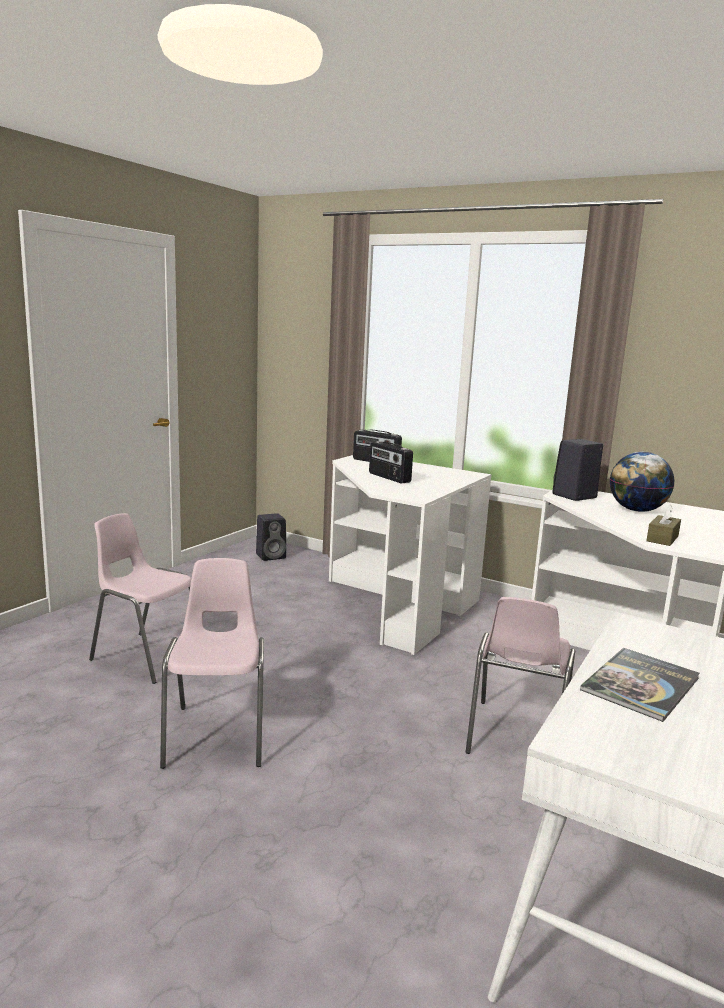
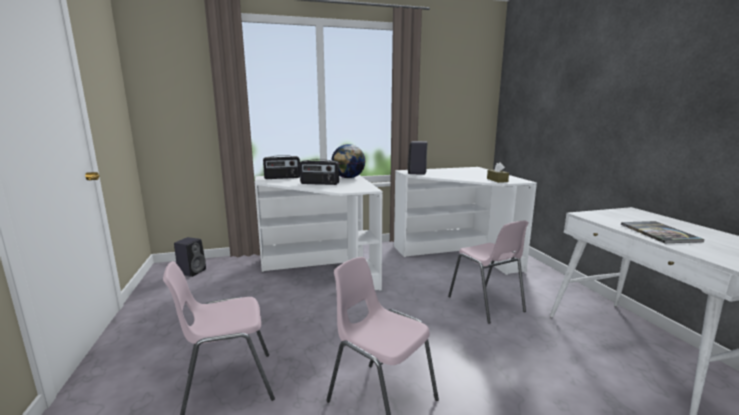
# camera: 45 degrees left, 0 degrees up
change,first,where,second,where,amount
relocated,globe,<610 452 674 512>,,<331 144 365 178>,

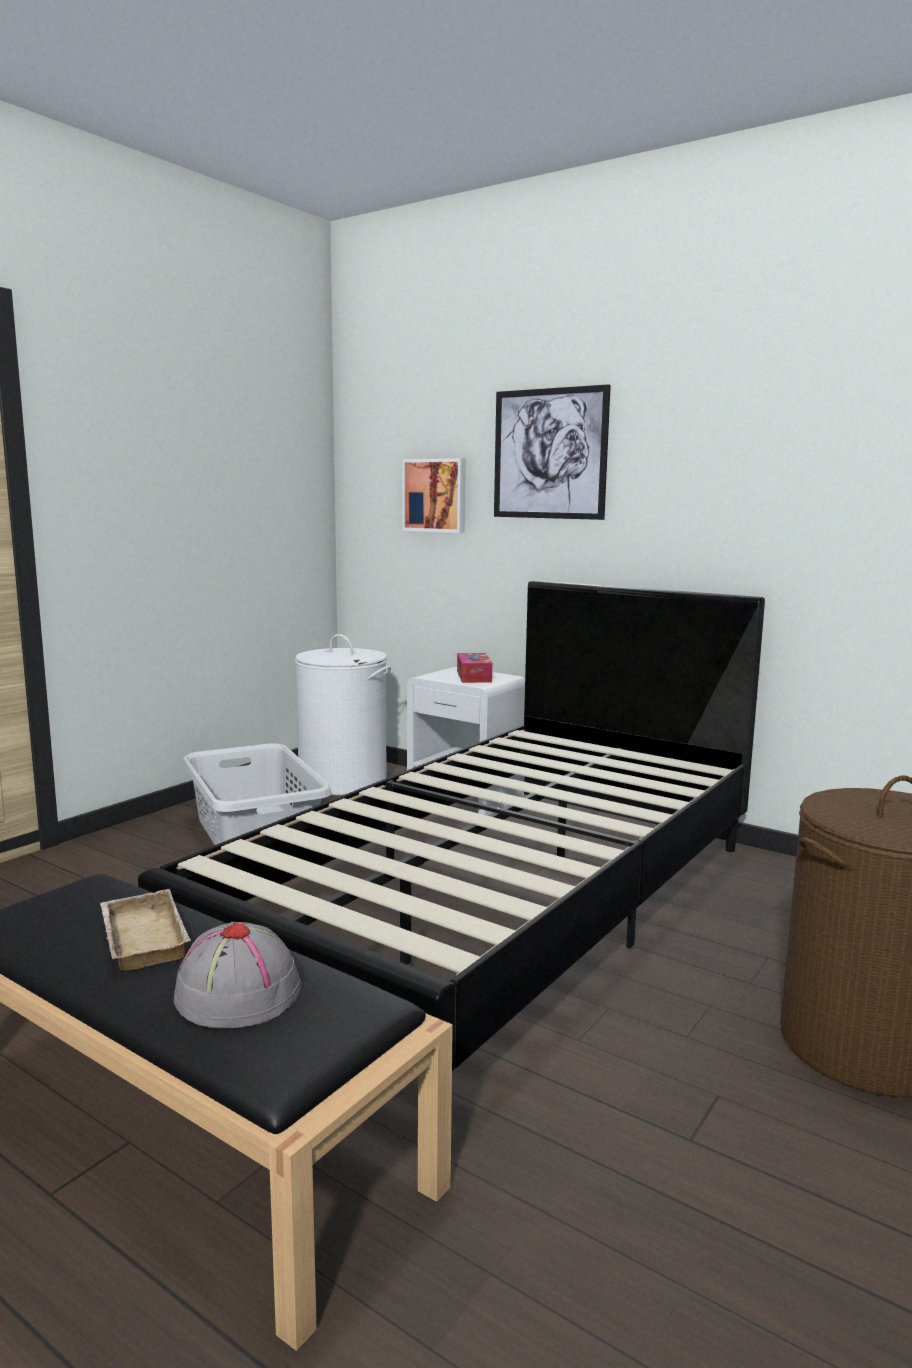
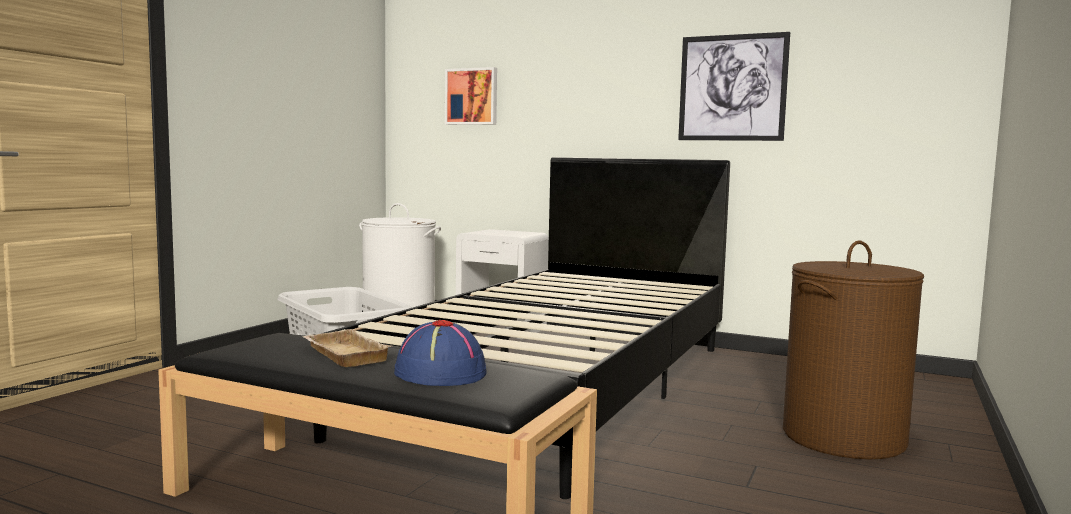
# camera: 10 degrees left, 5 degrees down
change,first,where,second,where,amount
missing,boîte à mouchoirs,<457 653 492 683>,,,
relocated,tableau,<494 384 611 520>,,<678 32 790 141>,
colour,chapeau [gris],<174 922 302 1028>,chapeau [bleu],<394 320 487 386>,

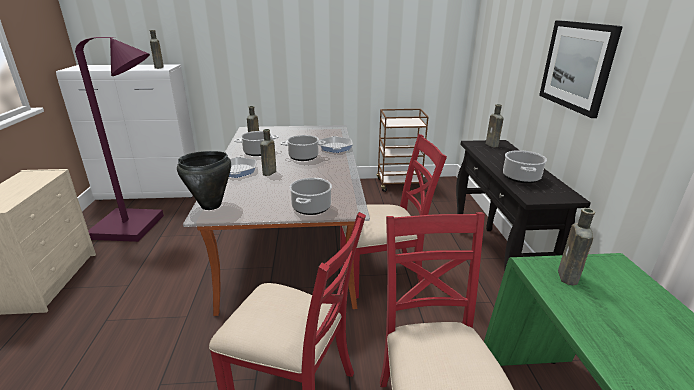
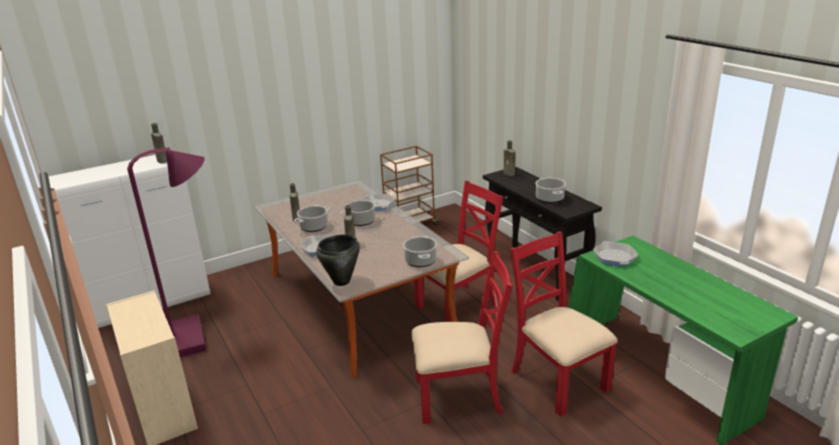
# camera: 25 degrees left, 0 degrees up
change,first,where,second,where,amount
missing,tableau,<539 20 623 118>,,,
exchanged,bouteille [marron],<558 208 595 286>,poêle,<593 241 638 267>,

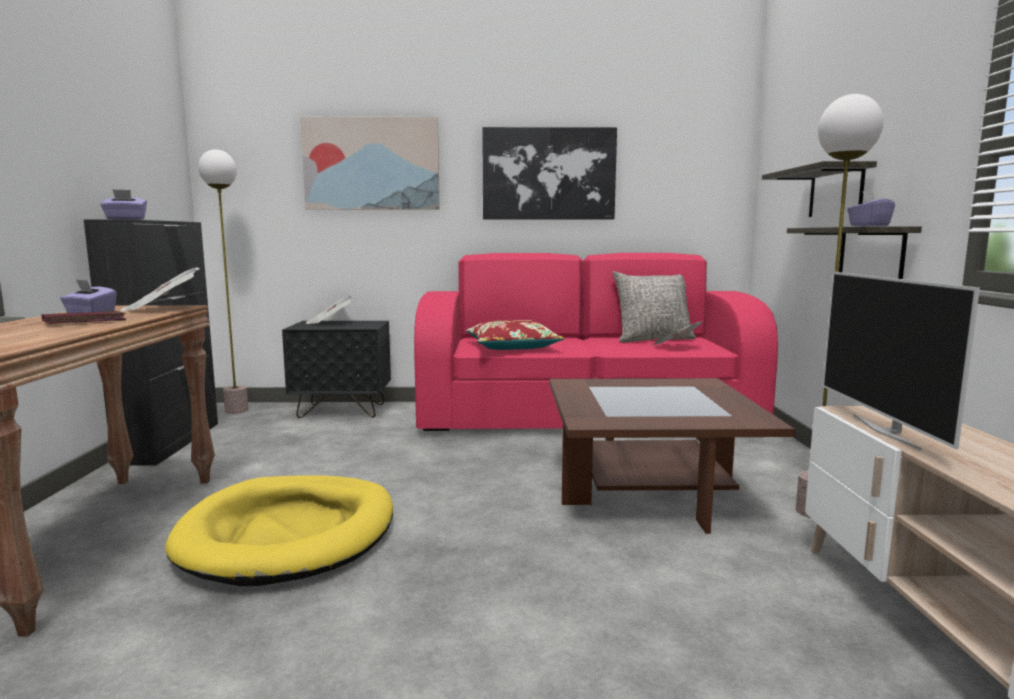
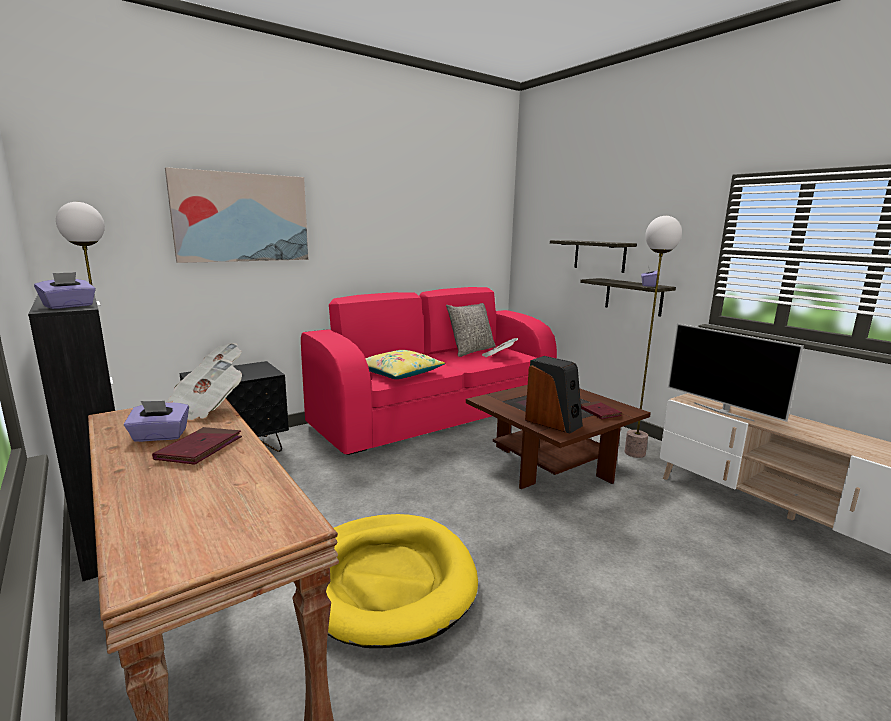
# camera: 35 degrees left, 5 degrees up
change,first,where,second,where,amount
missing,tableau,<482 127 617 219>,,,
appeared,,,enceinte,<525 356 583 434>,
appeared,,,livre [rouge],<581 401 622 419>,
colour,coussin [rouge],<465 320 564 350>,coussin [jaune],<365 350 445 379>,

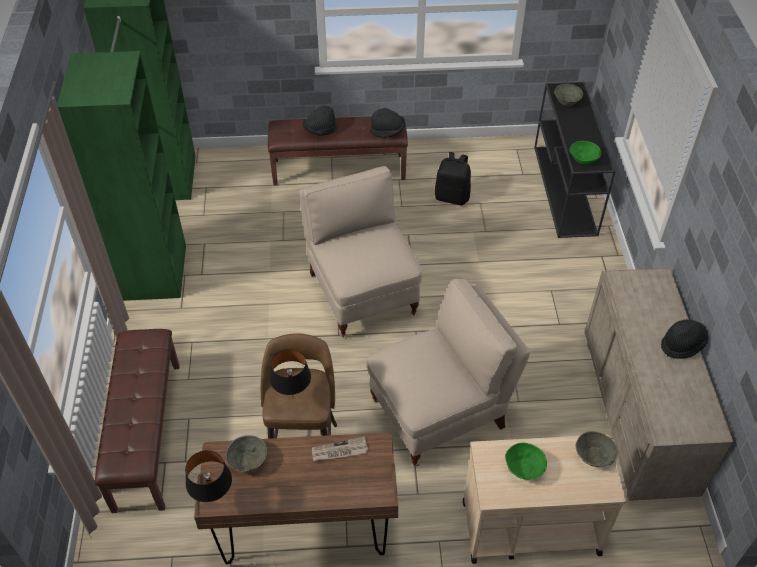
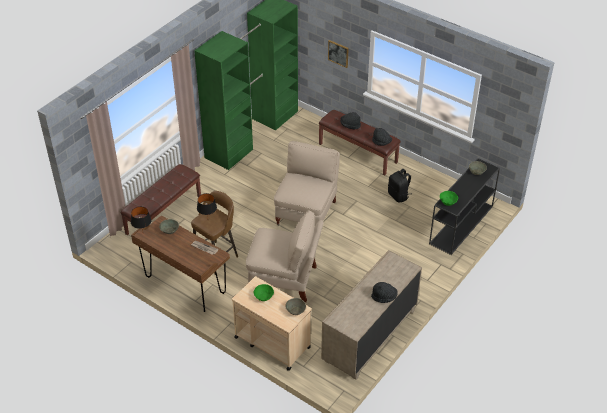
# camera: 40 degrees right, 5 degrees down
change,first,where,second,where,amount
appeared,,,tableau,<328 40 349 68>,

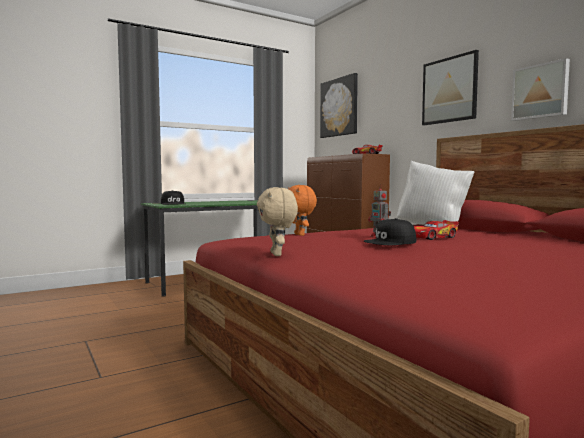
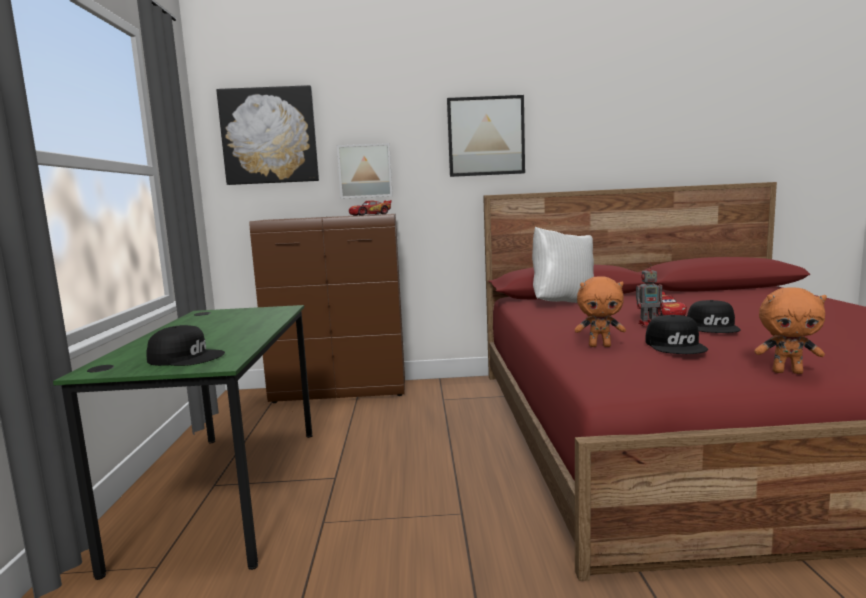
# camera: 60 degrees left, 5 degrees up
change,first,where,second,where,amount
appeared,,,casquette [noir],<645 315 708 354>,
relocated,tableau,<511 58 570 121>,,<337 143 393 199>,
colour,peluche [beige],<257 187 298 256>,peluche [orange],<754 287 827 374>,

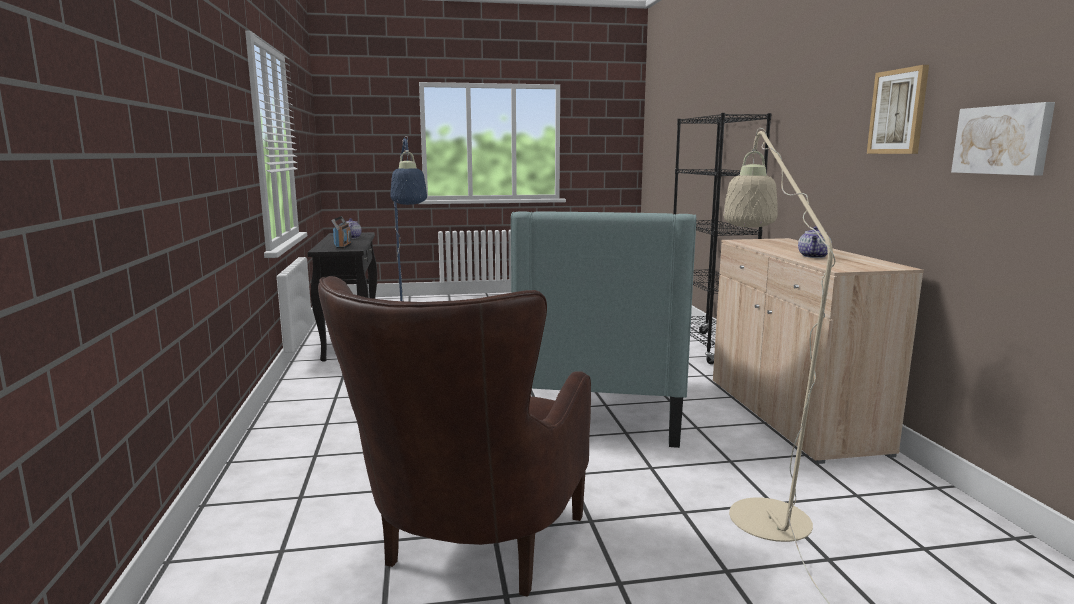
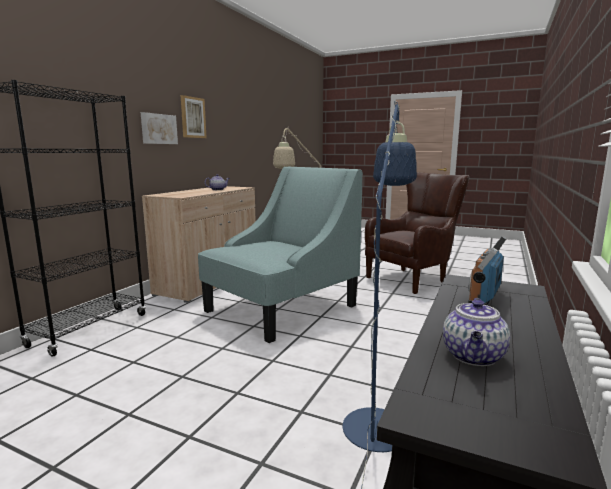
# camera: 145 degrees left, 0 degrees up
change,first,where,second,where,amount
relocated,tableau,<951 102 1055 176>,,<141 112 178 144>,

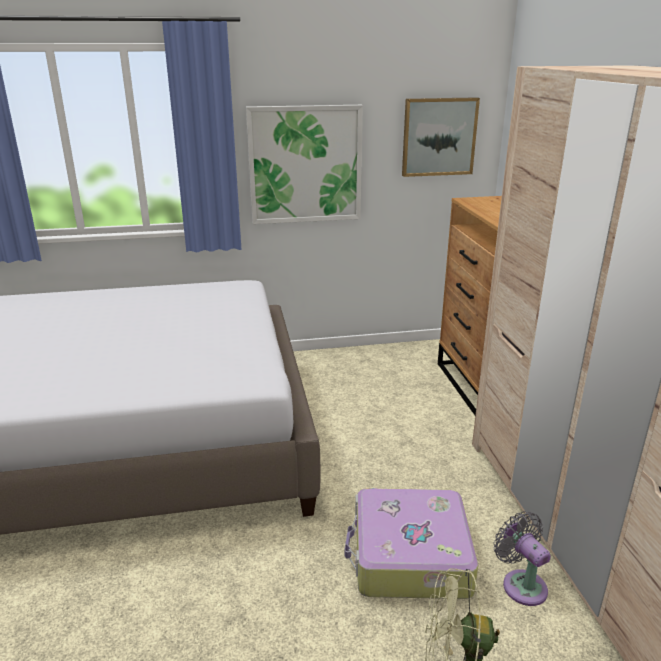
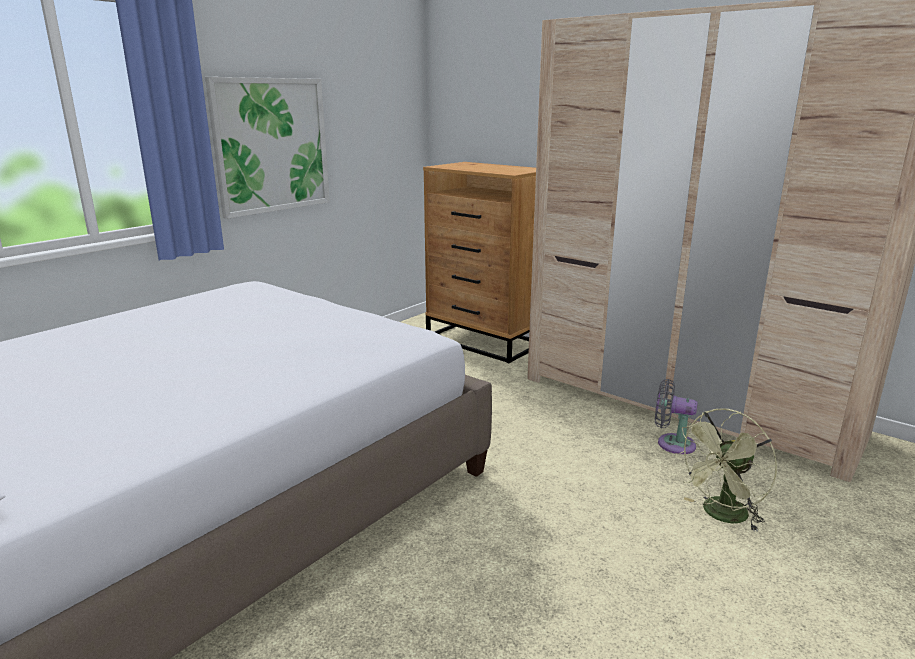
# camera: 40 degrees left, 5 degrees down
change,first,where,second,where,amount
missing,valise,<344 488 478 599>,,,
missing,tableau,<402 97 480 177>,,,

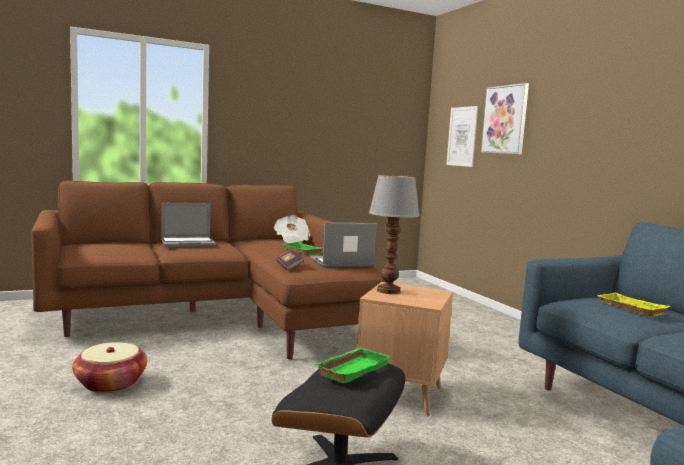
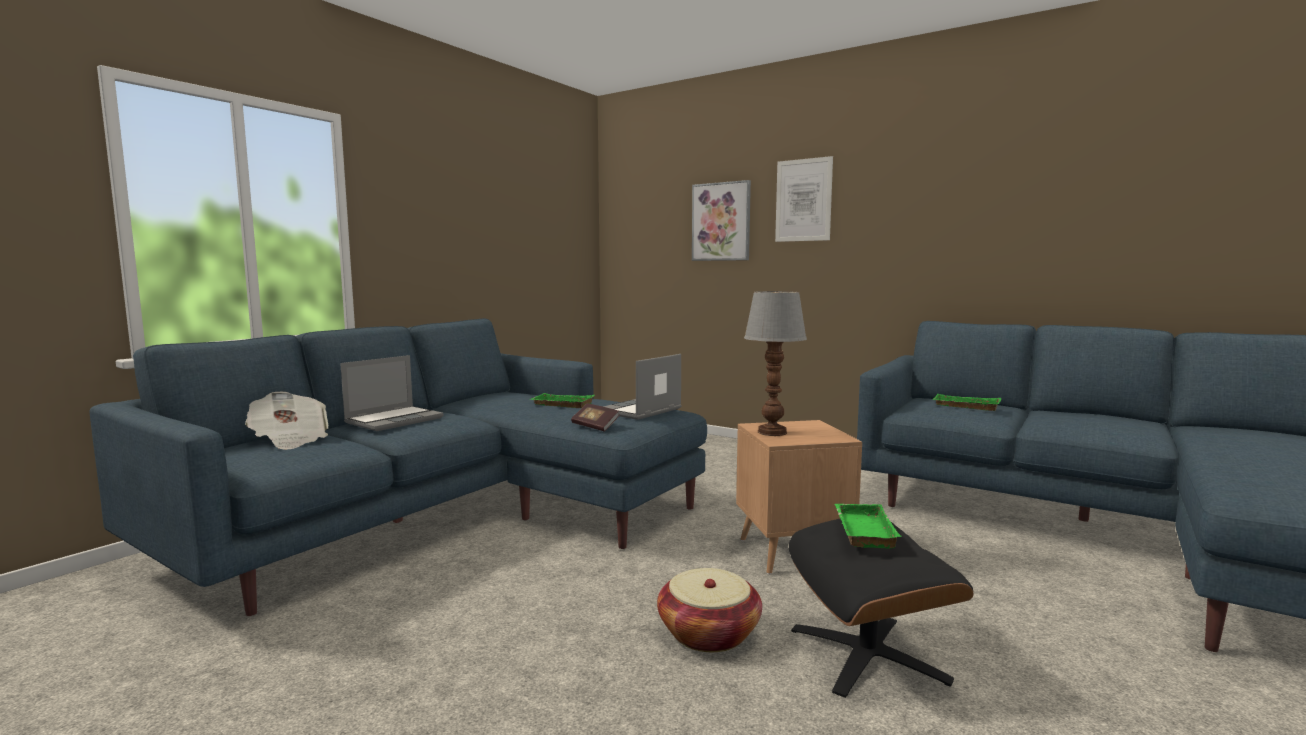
# camera: 30 degrees left, 0 degrees up
change,first,where,second,where,amount
relocated,panier,<72 342 147 393>,,<657 568 762 652>,
relocated,journal,<273 215 310 243>,,<245 392 328 450>,
relocated,tableau,<446 106 478 167>,,<775 156 833 242>,
colour,canapé [marron],<31 181 386 359>,canapé [bleu],<89 319 707 616>,
colour,plateau [jaune],<597 293 670 317>,plateau [vert],<932 394 1001 411>,

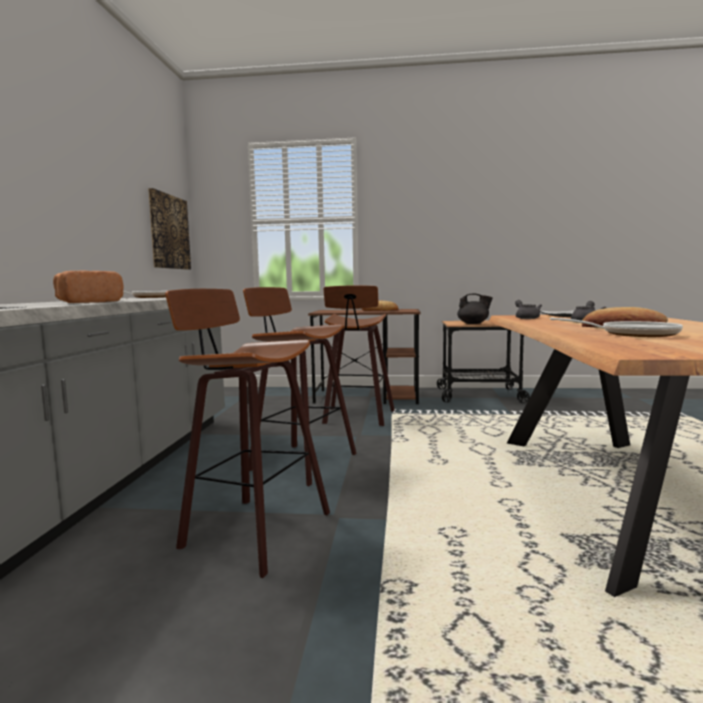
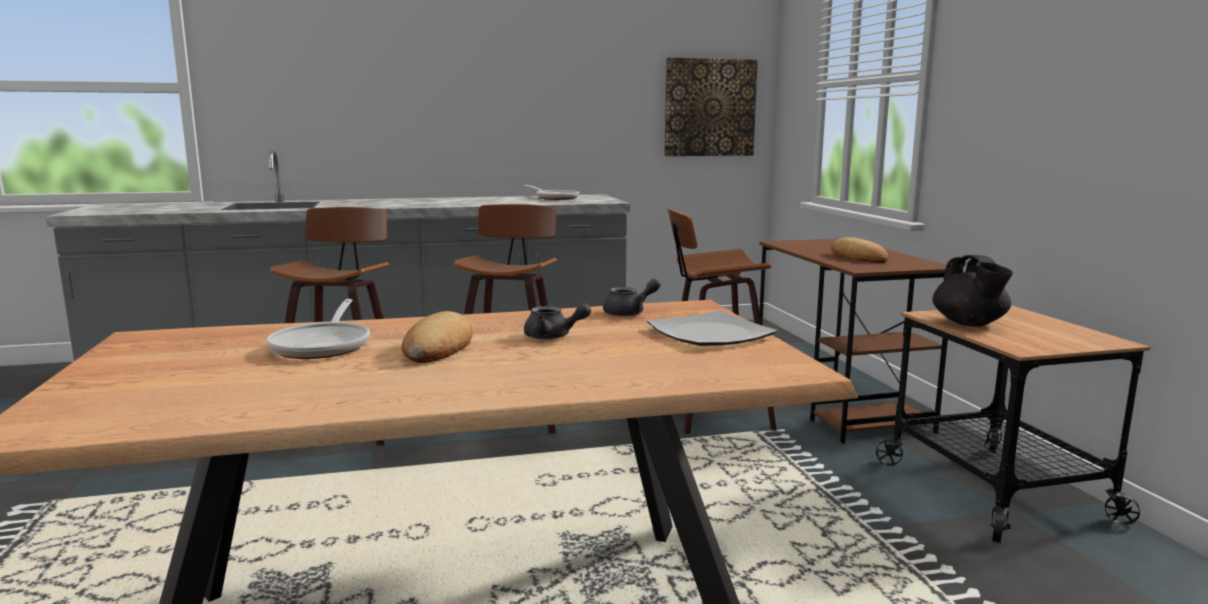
# camera: 70 degrees right, 5 degrees up
change,first,where,second,where,amount
missing,pain,<53 271 124 303>,,,

